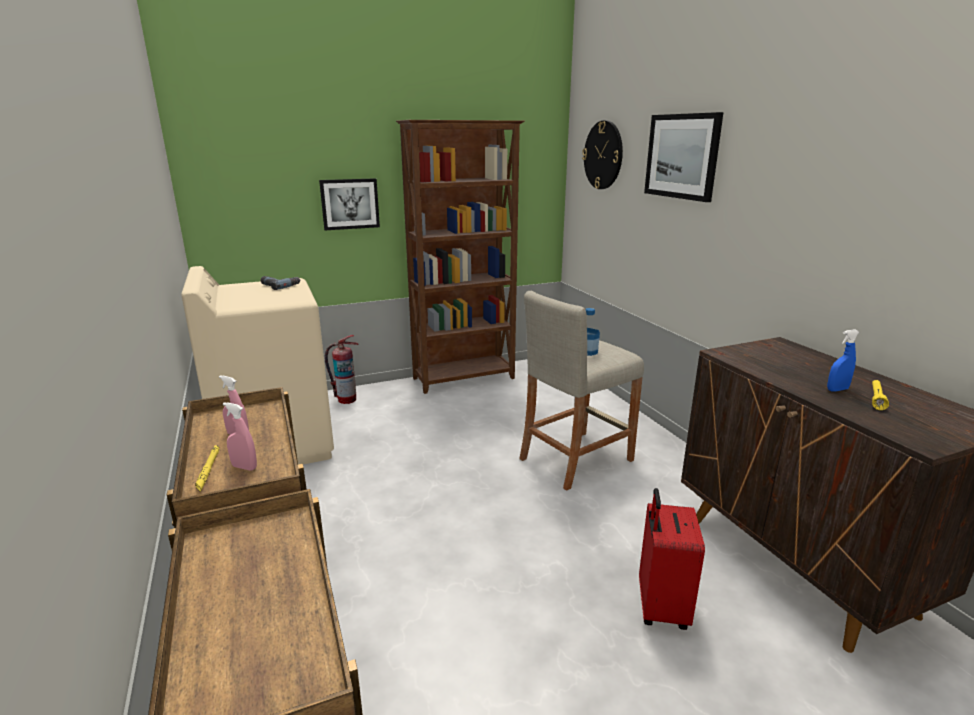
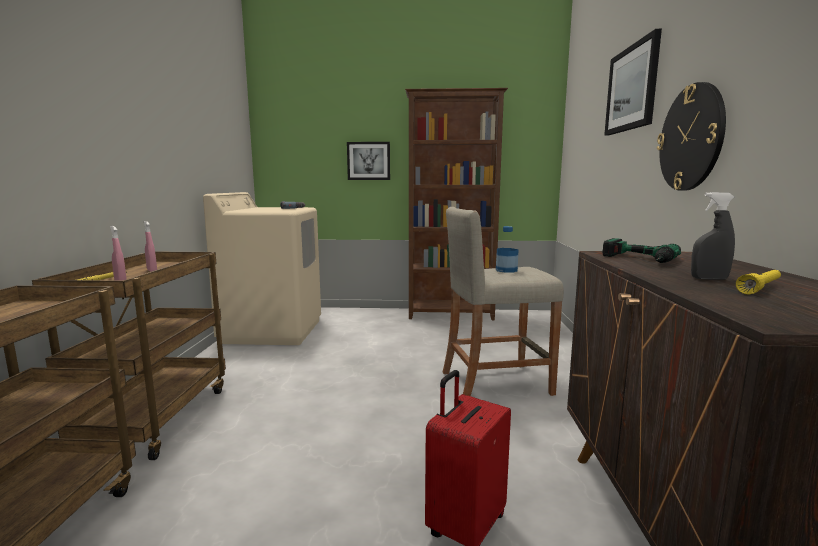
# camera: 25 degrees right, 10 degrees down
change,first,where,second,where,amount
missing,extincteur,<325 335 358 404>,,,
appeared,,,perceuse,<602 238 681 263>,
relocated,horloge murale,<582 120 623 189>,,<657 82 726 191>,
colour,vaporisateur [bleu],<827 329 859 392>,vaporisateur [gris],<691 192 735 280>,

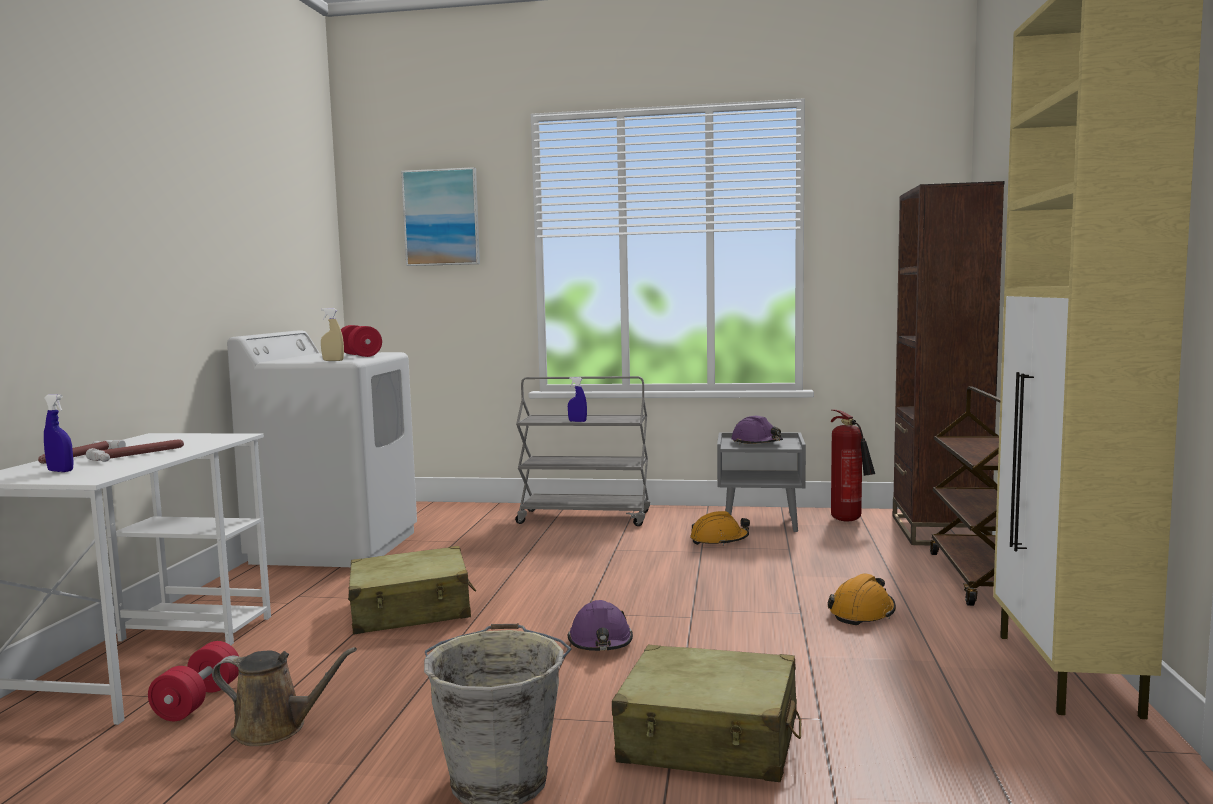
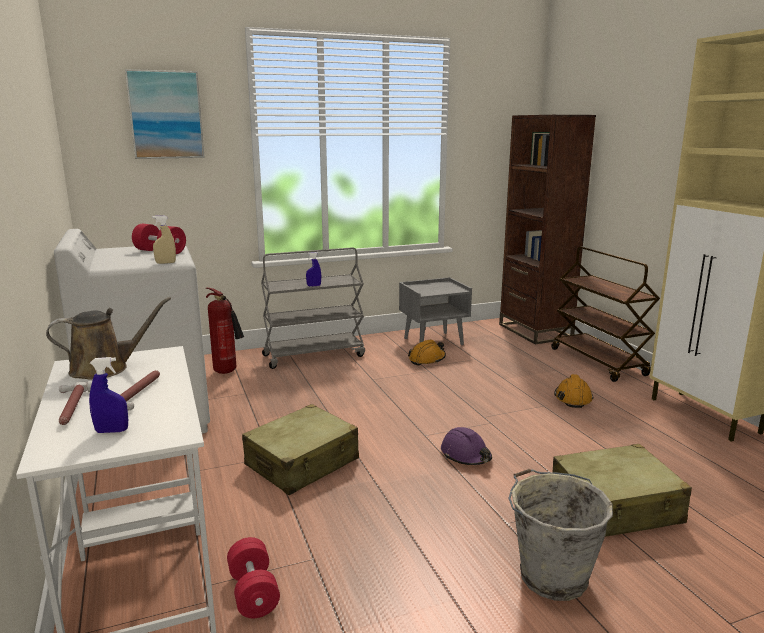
# camera: 30 degrees left, 10 degrees up
change,first,where,second,where,amount
missing,casque de chantier [violet],<731 416 783 444>,,,
relocated,arrosoir [marron],<212 647 357 746>,,<46 297 171 379>,
relocated,extincteur,<831 410 875 521>,,<206 288 244 374>,

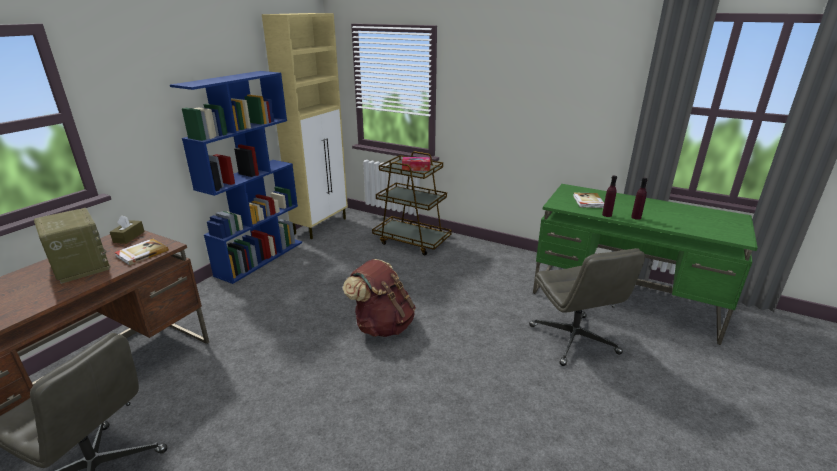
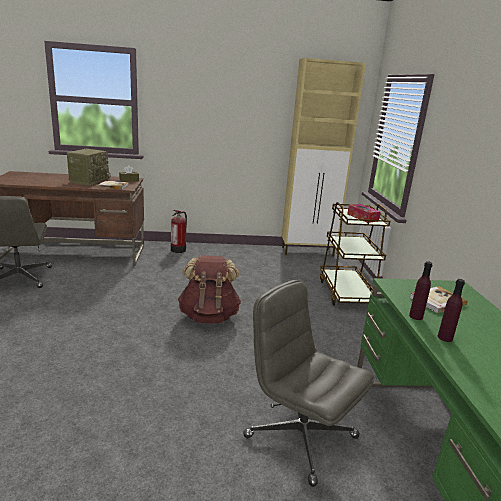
# camera: 55 degrees right, 5 degrees down
change,first,where,second,where,amount
missing,bibliothèque [bleu],<170 71 302 284>,,,
appeared,,,extincteur,<171 210 187 253>,
spun,chaise de bureau [gris],<529 248 645 366>,,<243 280 374 487>,90 degrees clockwise

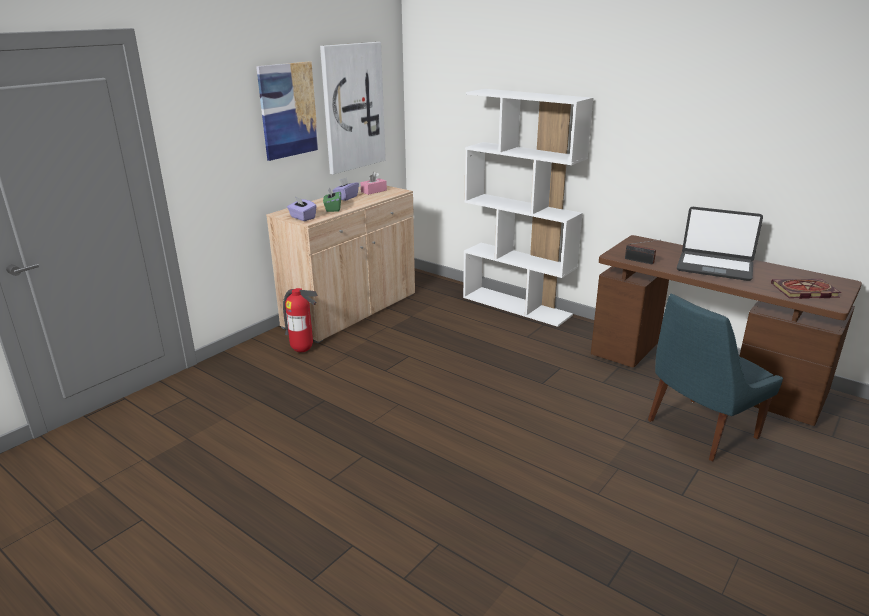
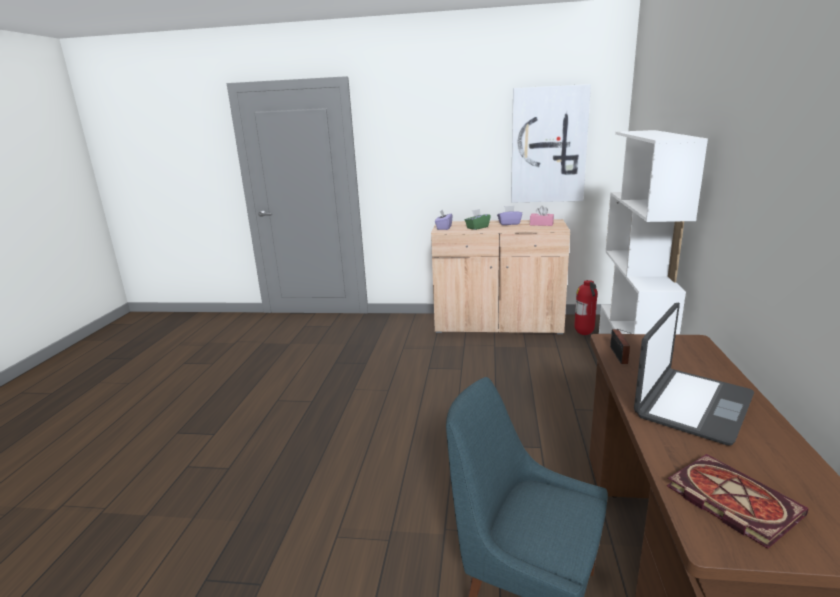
# camera: 60 degrees right, 5 degrees down
change,first,where,second,where,amount
missing,tableau,<256 61 319 161>,,,
relocated,extincteur,<283 288 318 352>,,<574 280 597 335>,
spun,ordinateur portable,<677 207 763 281>,,<634 303 754 445>,135 degrees counterclockwise

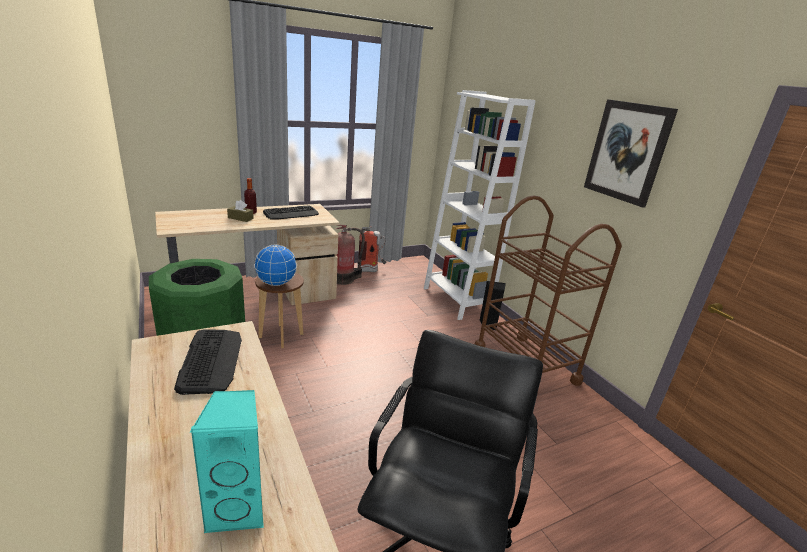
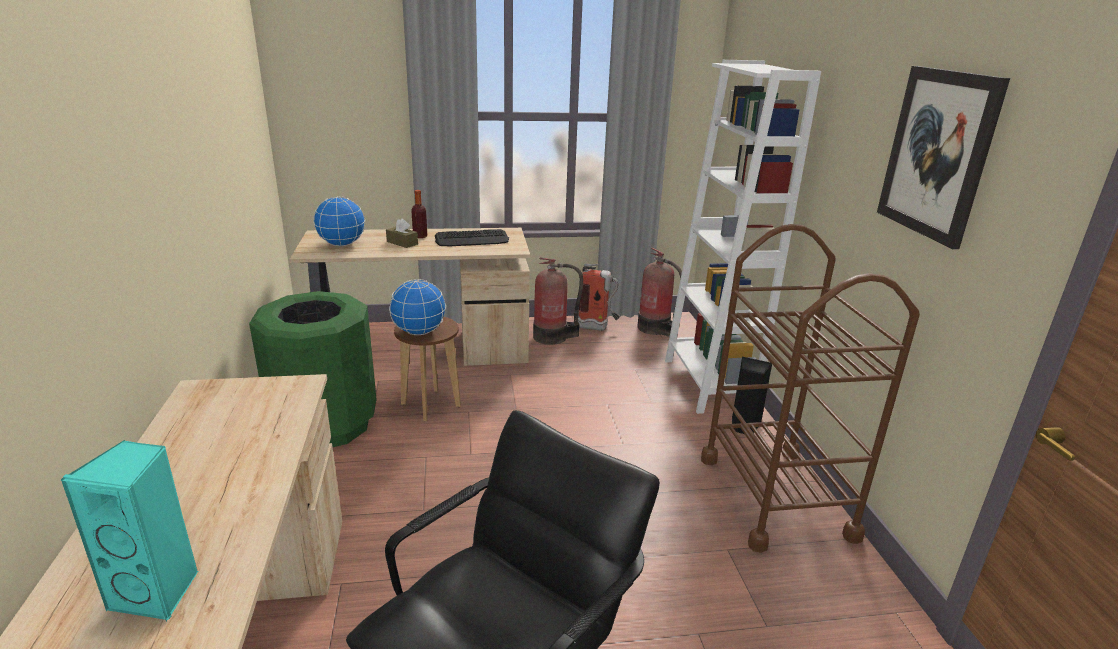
# camera: 20 degrees right, 0 degrees up
change,first,where,second,where,amount
missing,clavier,<174 329 242 395>,,,
appeared,,,globe,<313 196 365 246>,
appeared,,,extincteur,<637 248 682 337>,

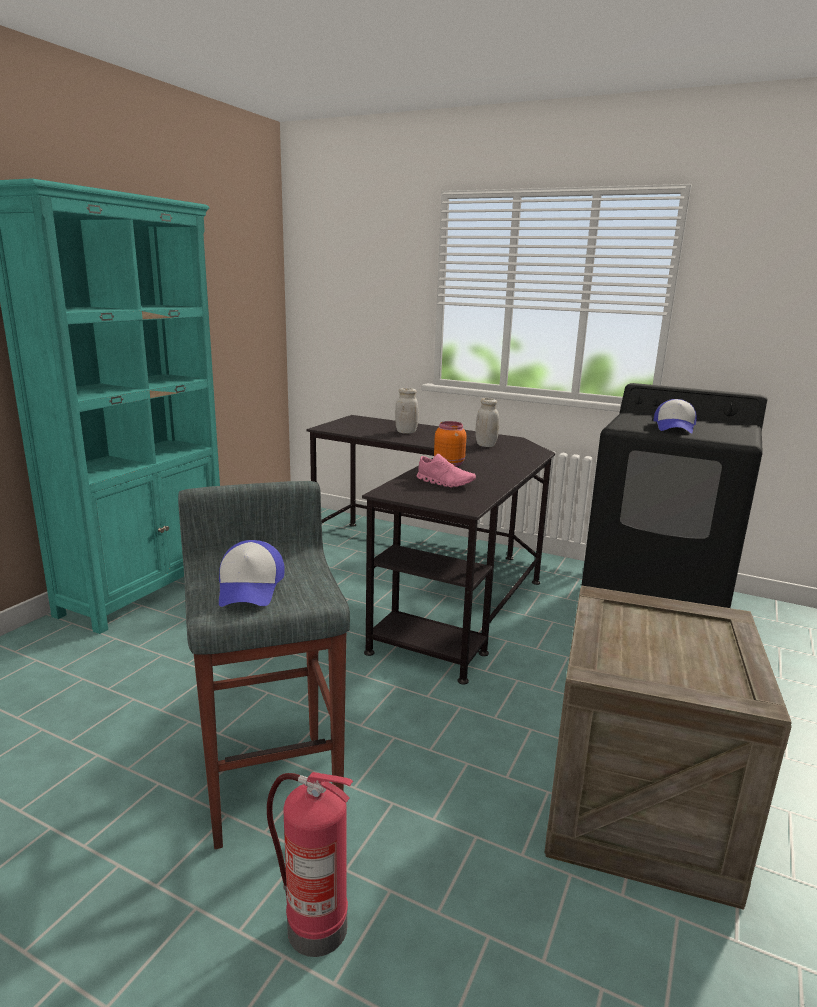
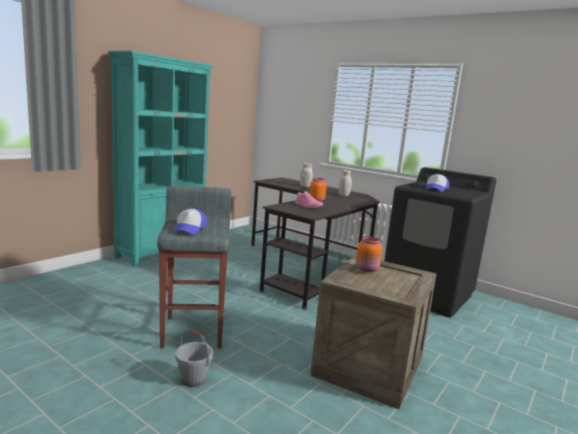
# camera: 10 degrees right, 5 degrees down
change,first,where,second,where,amount
appeared,,,bocal [orange],<356 236 382 272>,
exchanged,extincteur,<267 772 353 957>,seau [gris],<175 329 213 387>,

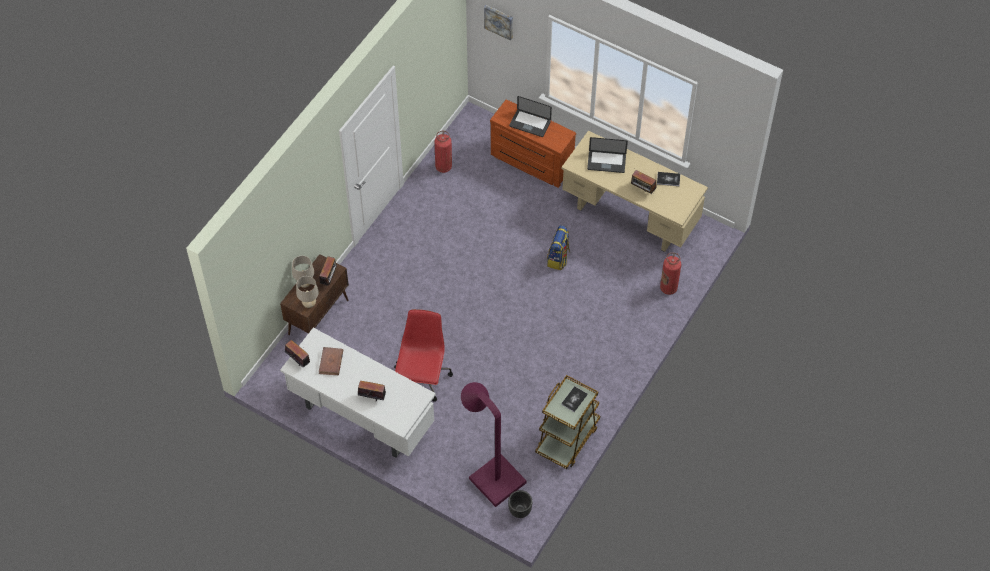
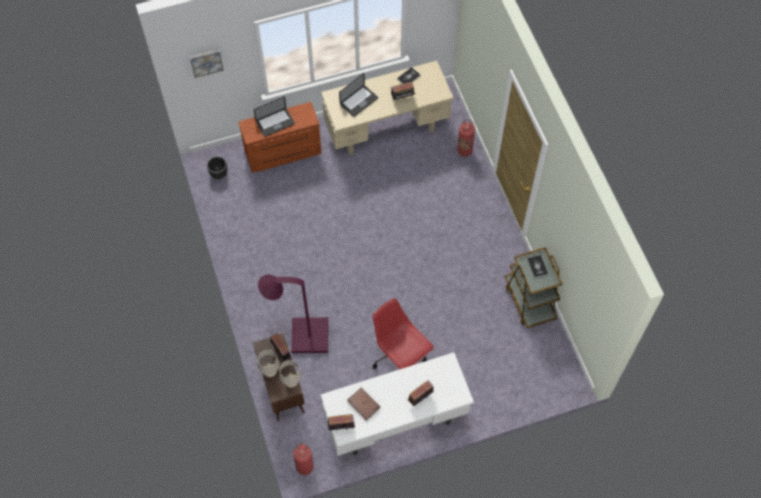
# camera: 50 degrees left, 5 degrees up
change,first,where,second,where,amount
missing,sac à dos,<547 225 570 270>,,,
relocated,extincteur,<435 131 452 173>,,<293 444 314 475>,
relocated,lampadaire [violet],<461 382 527 507>,,<258 275 329 353>,
relocated,cache-pot [noir],<508 490 532 518>,,<207 156 228 179>,

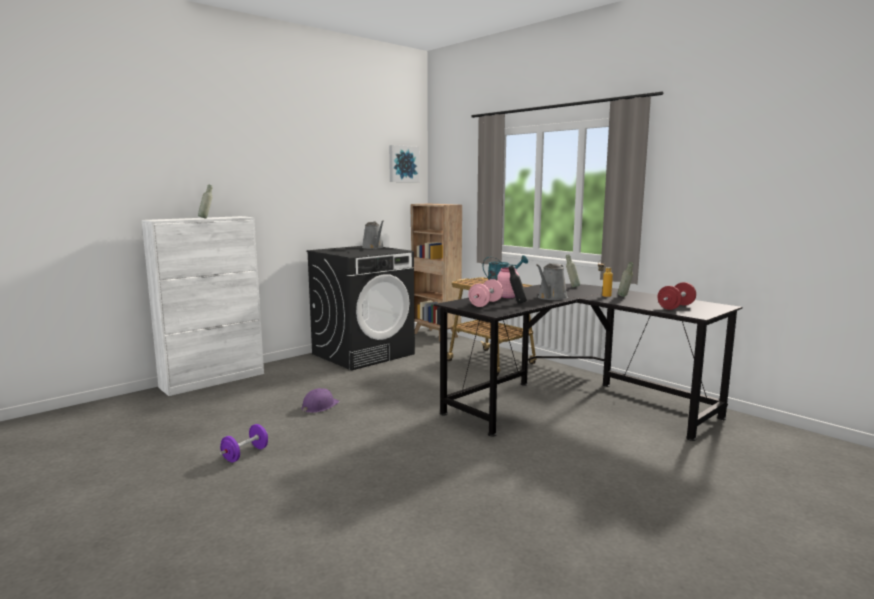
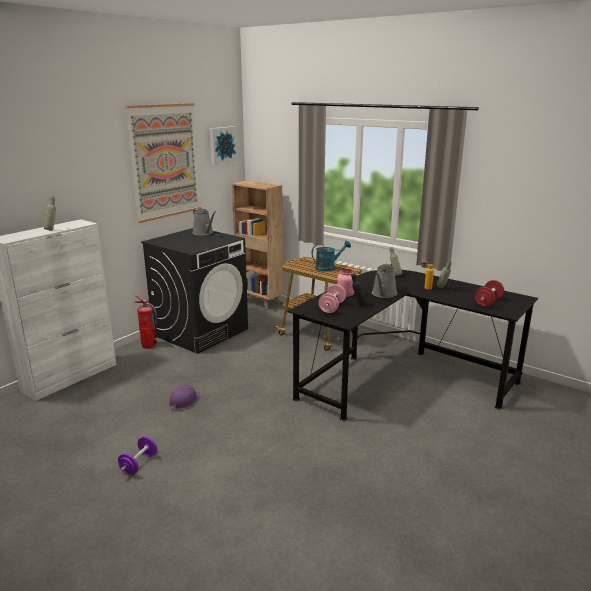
# camera: 10 degrees left, 10 degrees up
change,first,where,second,where,amount
appeared,,,tableau,<125 103 201 223>,
appeared,,,extincteur,<134 296 158 349>,

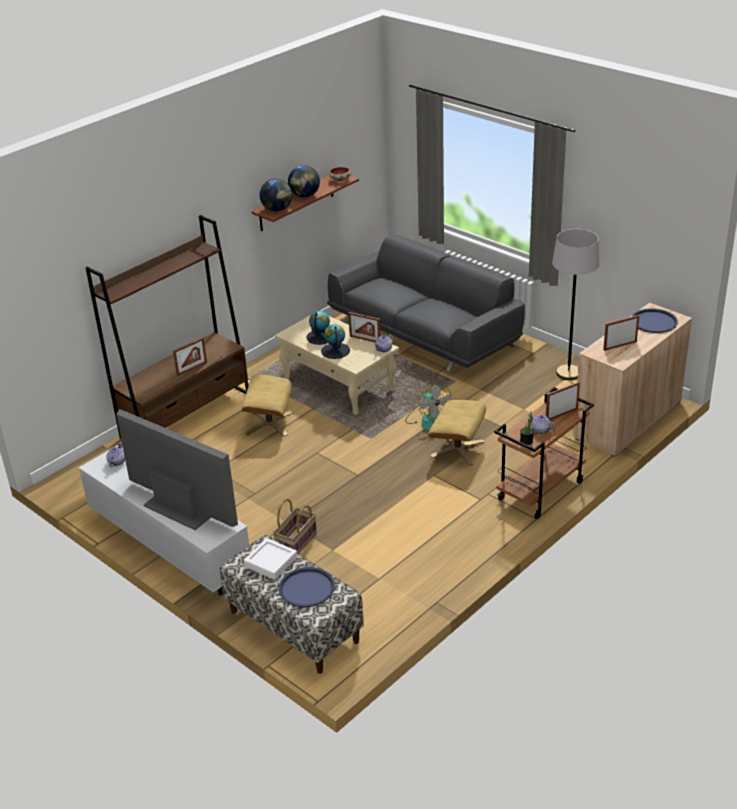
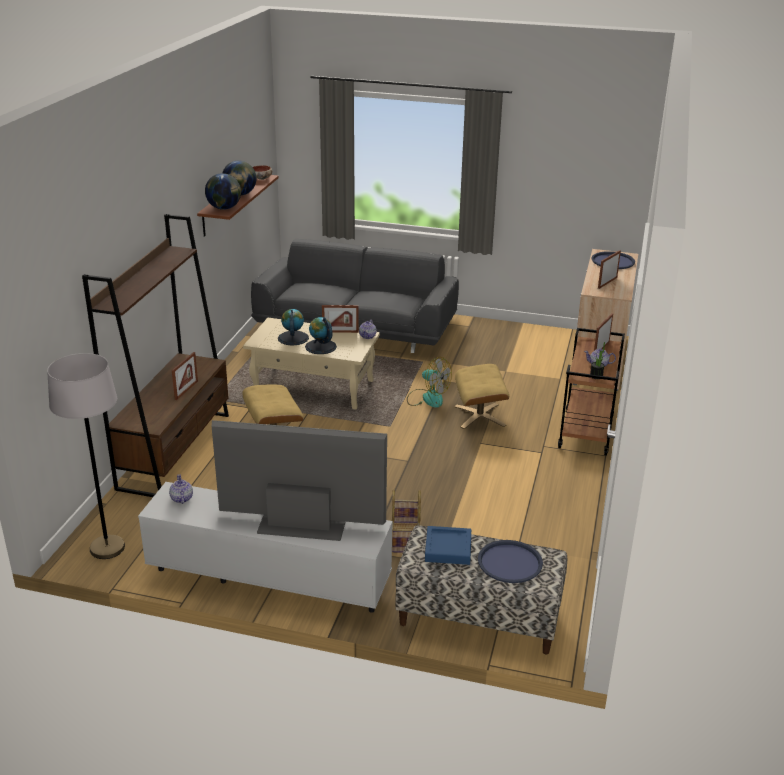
# camera: 30 degrees left, 5 degrees down
change,first,where,second,where,amount
relocated,lampadaire [gris],<552 229 599 380>,,<47 353 125 559>,
colour,plateau [blanc],<244 538 297 580>,plateau [bleu],<425 526 471 565>,

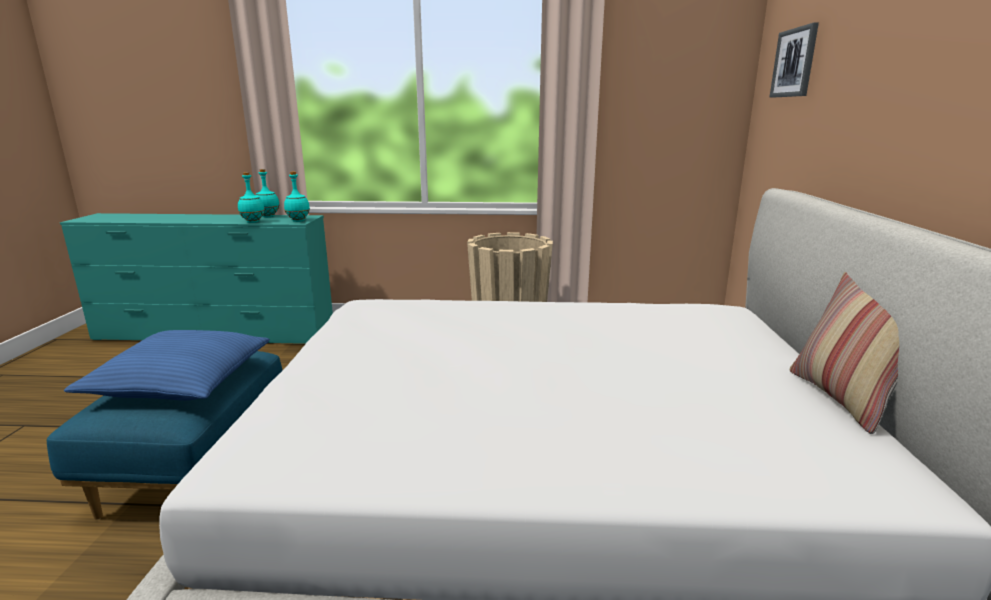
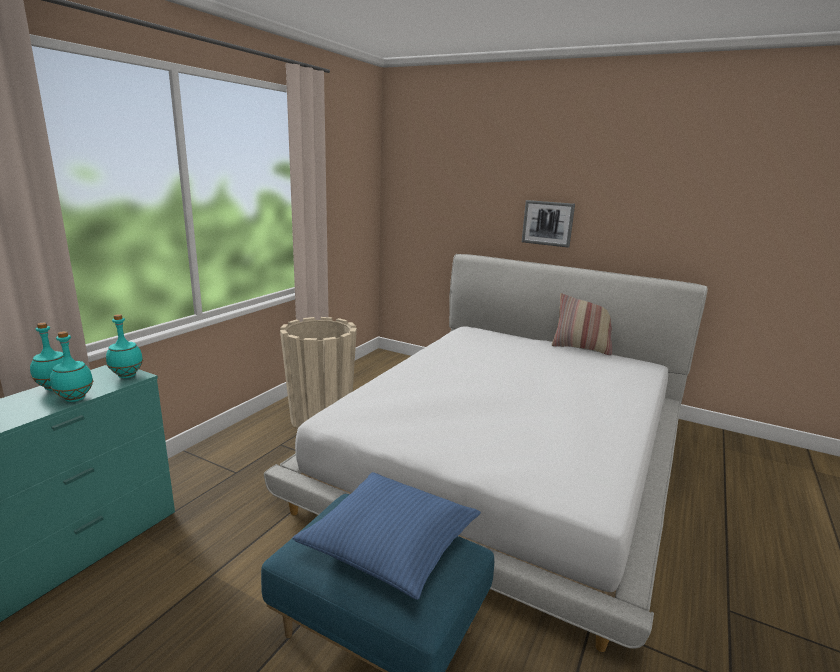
# camera: 65 degrees left, 0 degrees up
change,first,where,second,where,amount
relocated,tableau,<770 22 819 97>,,<522 200 575 248>,

